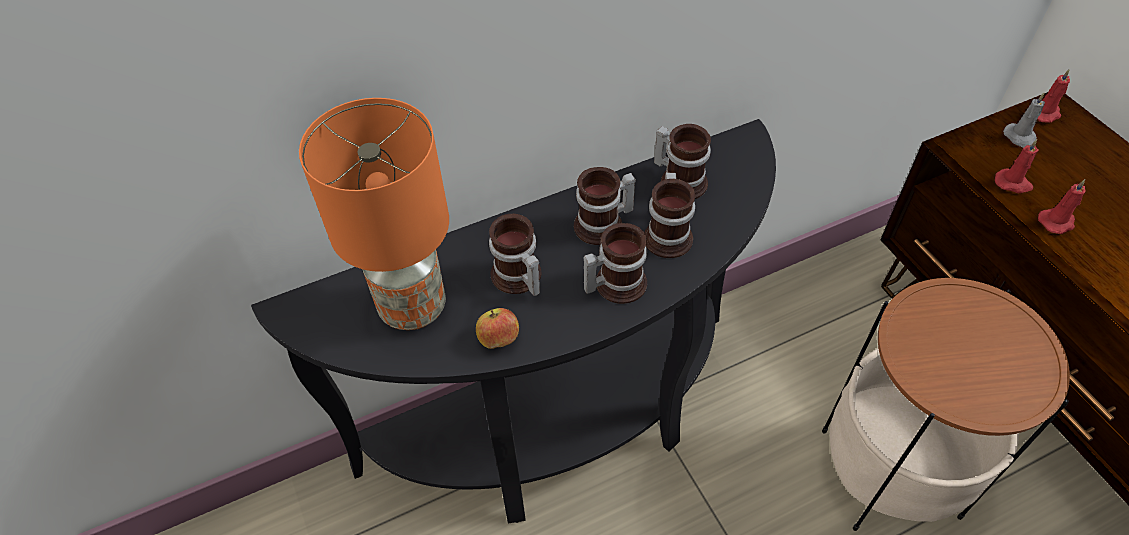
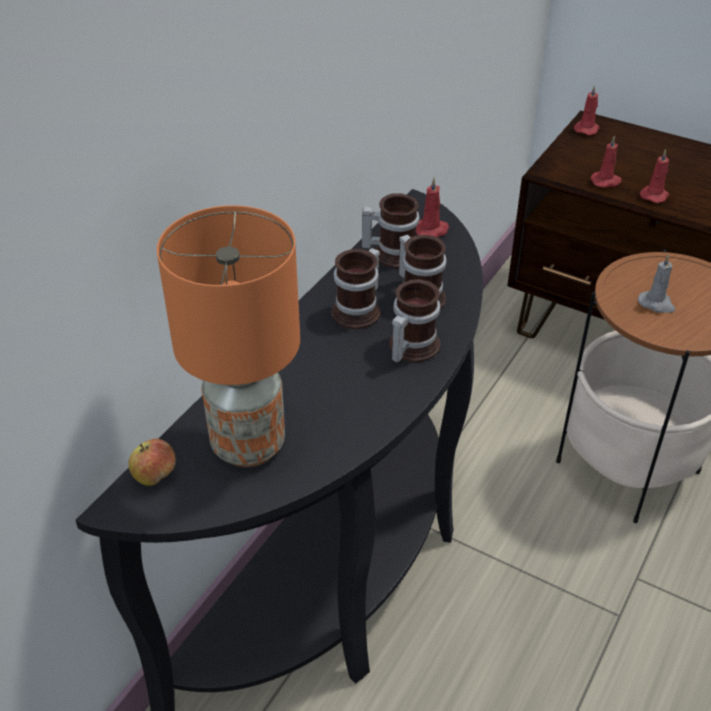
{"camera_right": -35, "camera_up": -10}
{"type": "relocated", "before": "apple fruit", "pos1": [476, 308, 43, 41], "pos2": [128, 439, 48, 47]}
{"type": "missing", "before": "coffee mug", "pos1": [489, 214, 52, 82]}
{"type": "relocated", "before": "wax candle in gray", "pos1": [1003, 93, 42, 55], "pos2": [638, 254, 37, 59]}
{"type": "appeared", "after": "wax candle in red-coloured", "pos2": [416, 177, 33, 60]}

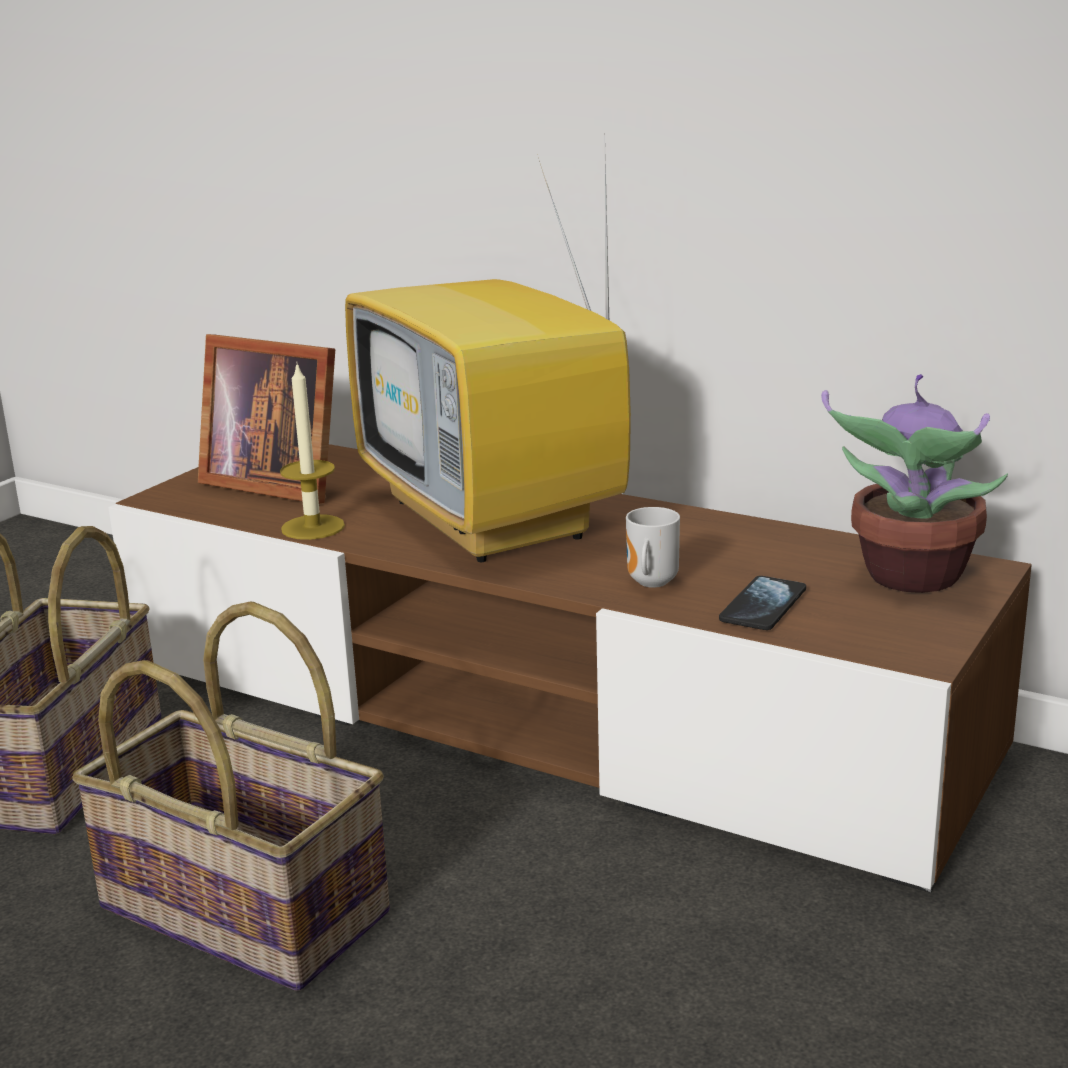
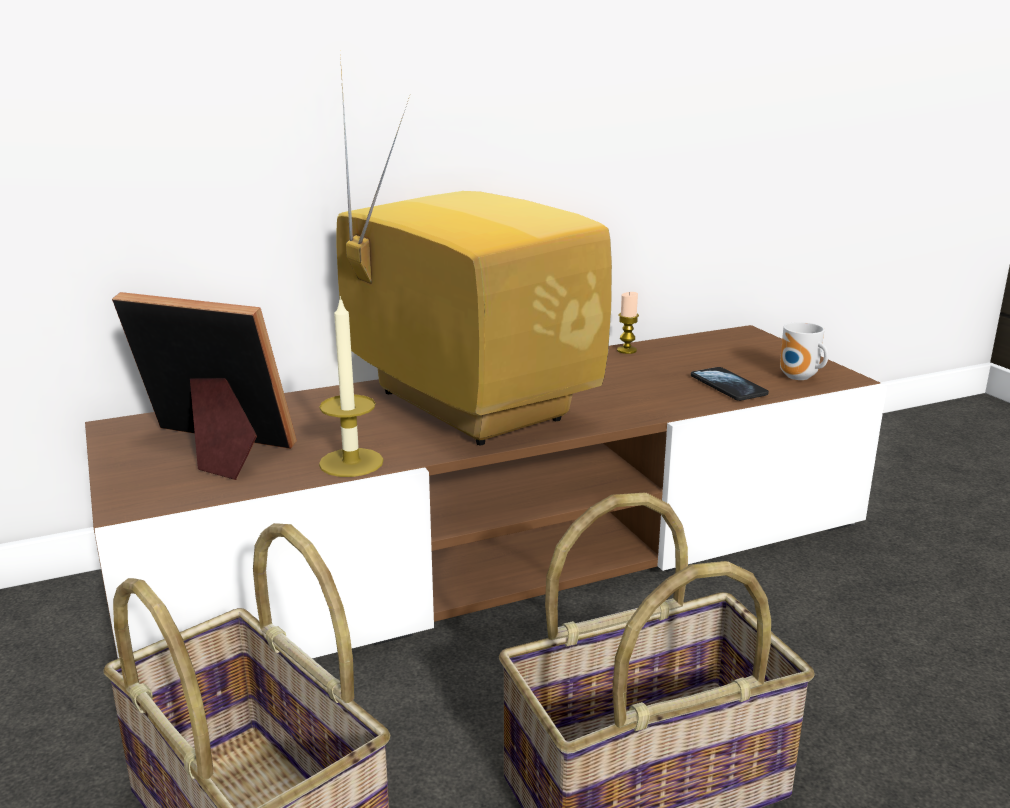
{"camera_right": -55, "camera_up": 0}
{"type": "spun", "before": "picture frame", "pos1": [198, 334, 137, 170], "pos2": [112, 292, 185, 188], "turn": -135}
{"type": "spun", "before": "TV set", "pos1": [345, 159, 286, 404], "pos2": [336, 56, 276, 389], "turn": -135}
{"type": "relocated", "before": "coffee mug", "pos1": [626, 507, 54, 81], "pos2": [780, 322, 48, 58]}
{"type": "missing", "before": "potted plant", "pos1": [821, 374, 187, 219]}
{"type": "appeared", "after": "wax candle", "pos2": [617, 292, 22, 62]}

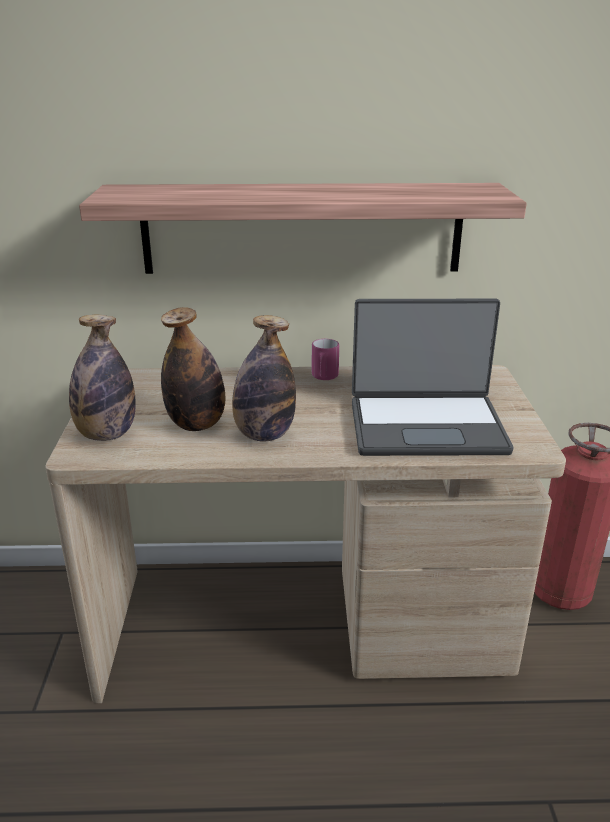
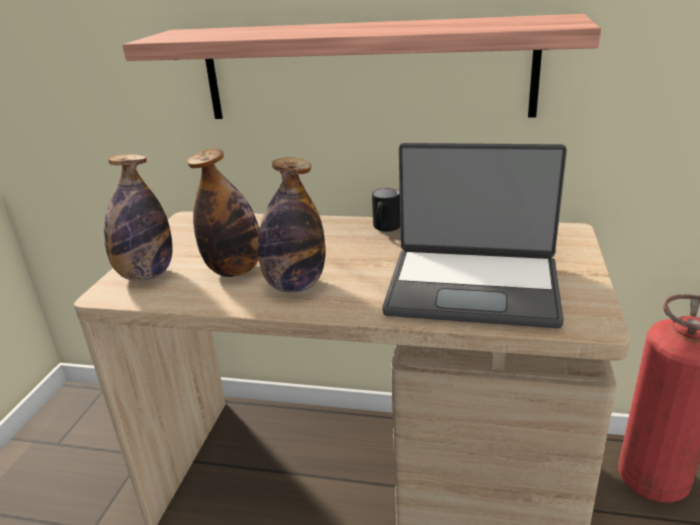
{"camera_right": 15, "camera_up": 0}
{"type": "colour", "before": "coffee mug in pink", "after": "coffee mug in black-coloured", "pos1": [312, 339, 27, 41], "pos2": [372, 188, 28, 44]}

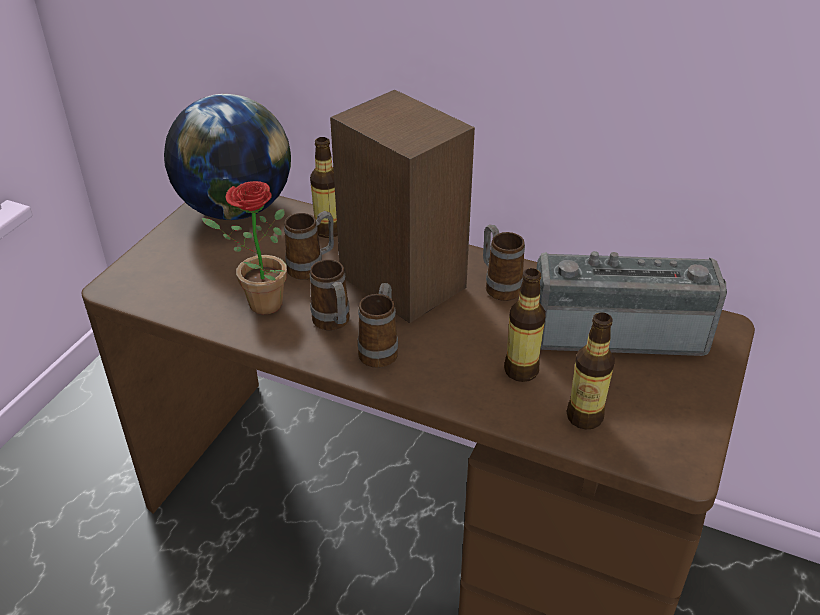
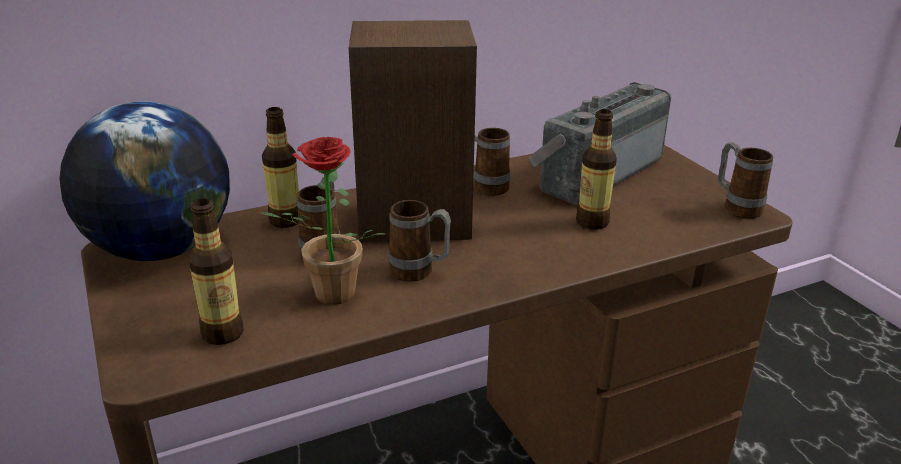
{"camera_right": -50, "camera_up": -10}
{"type": "relocated", "before": "coffee mug", "pos1": [357, 283, 41, 85], "pos2": [718, 142, 55, 77]}
{"type": "relocated", "before": "drink bottle", "pos1": [567, 312, 48, 117], "pos2": [188, 199, 55, 146]}

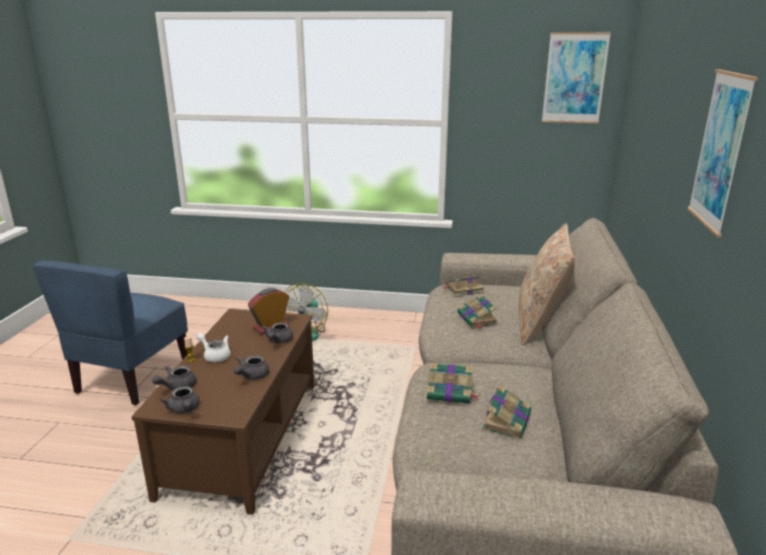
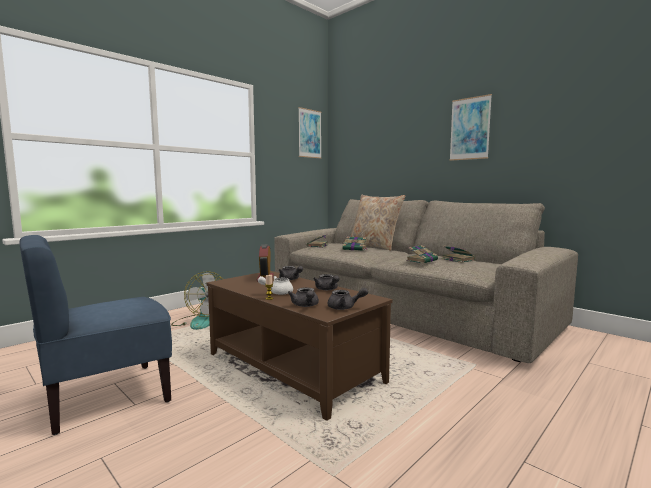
{"camera_right": -55, "camera_up": -15}
{"type": "spun", "before": "plain chair in bluish", "pos1": [32, 260, 156, 145], "pos2": [19, 235, 153, 200], "turn": 90}

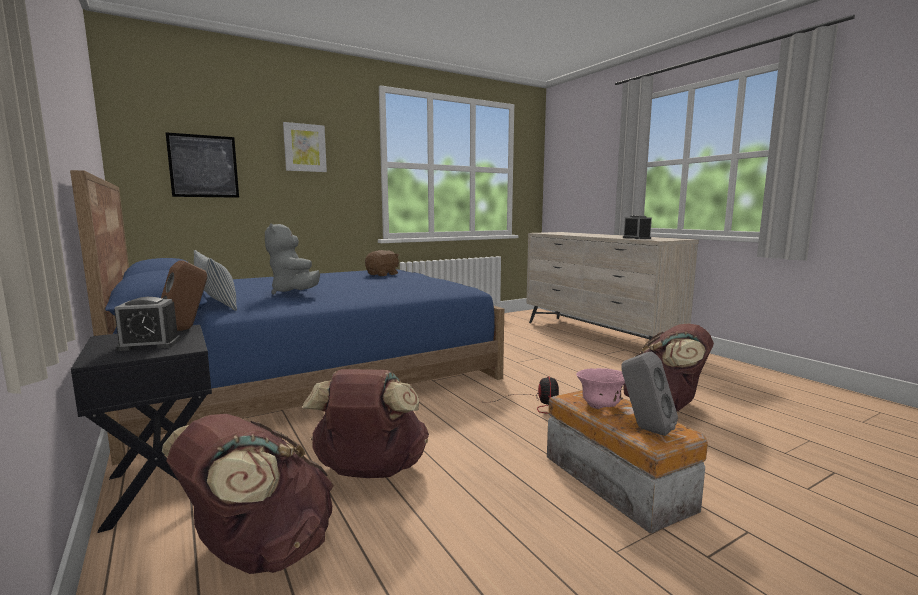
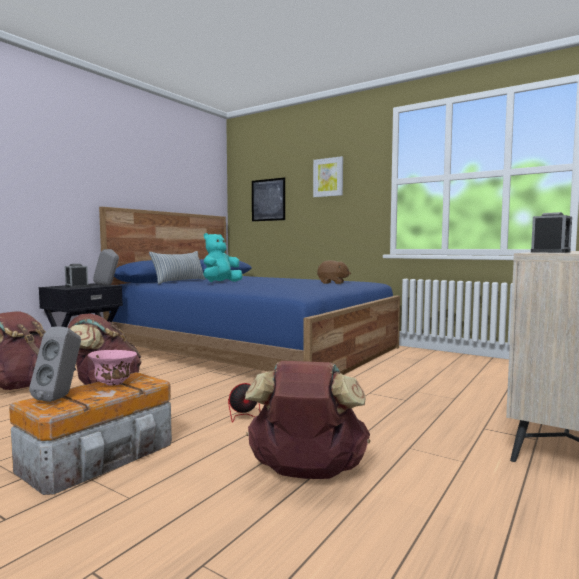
{"camera_right": 65, "camera_up": -5}
{"type": "colour", "before": "audio speaker in brownish", "after": "audio speaker in gray", "pos1": [161, 260, 46, 71], "pos2": [93, 249, 26, 37]}
{"type": "colour", "before": "soft toy in gray", "after": "soft toy in blue-green", "pos1": [265, 223, 55, 72], "pos2": [203, 233, 40, 49]}

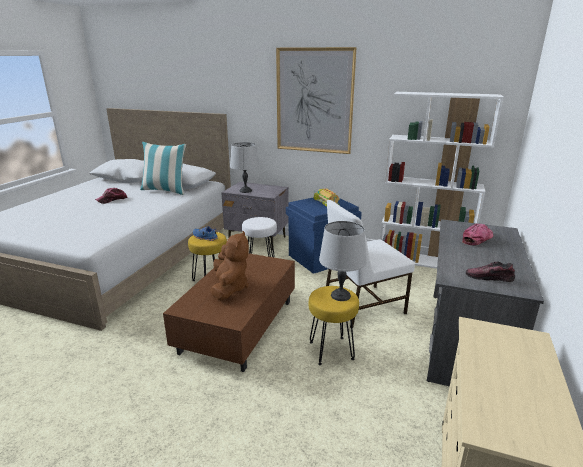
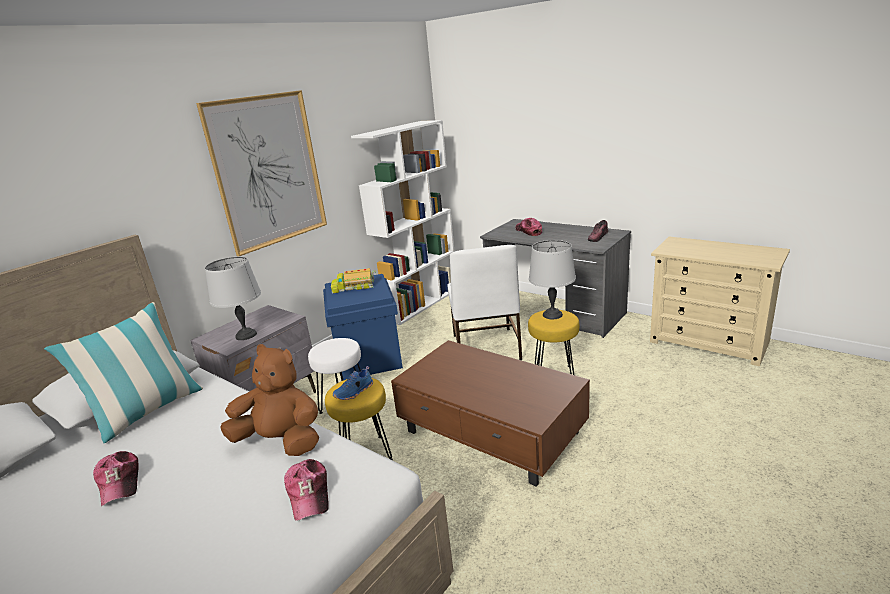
{"camera_right": -70, "camera_up": 0}
{"type": "relocated", "before": "soft toy in brownish", "pos1": [210, 231, 39, 69], "pos2": [220, 344, 99, 112]}
{"type": "appeared", "after": "cap", "pos2": [284, 459, 45, 62]}

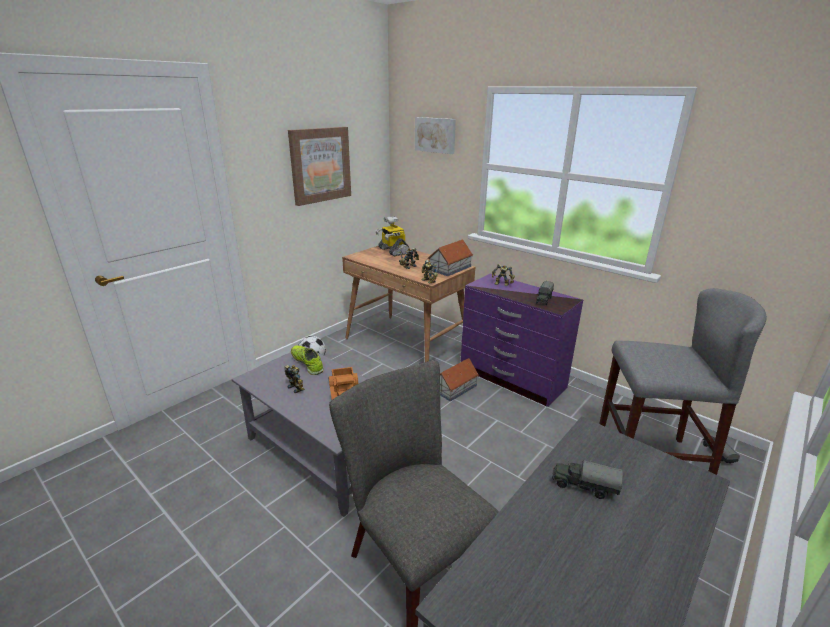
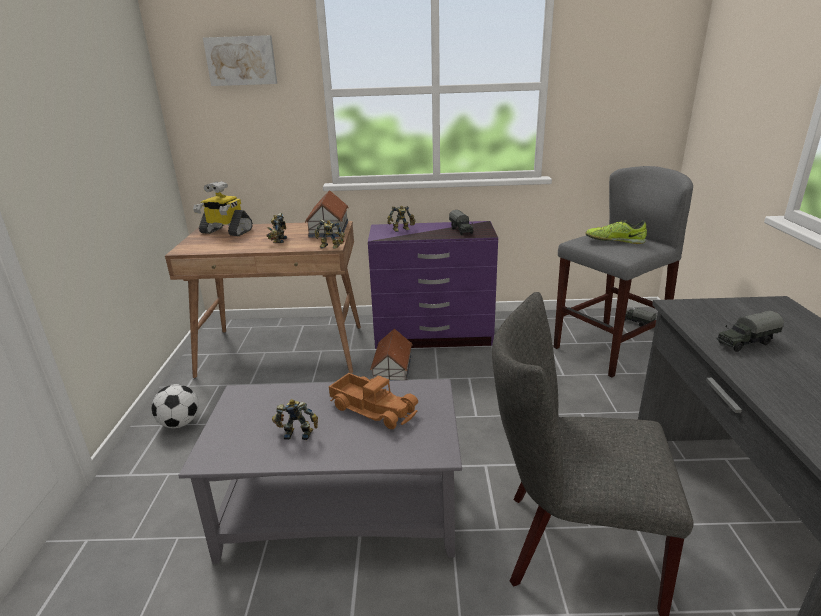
{"camera_right": -40, "camera_up": 0}
{"type": "missing", "before": "wall picture", "pos1": [288, 127, 63, 79]}
{"type": "relocated", "before": "shoe", "pos1": [291, 346, 33, 29], "pos2": [585, 220, 62, 24]}

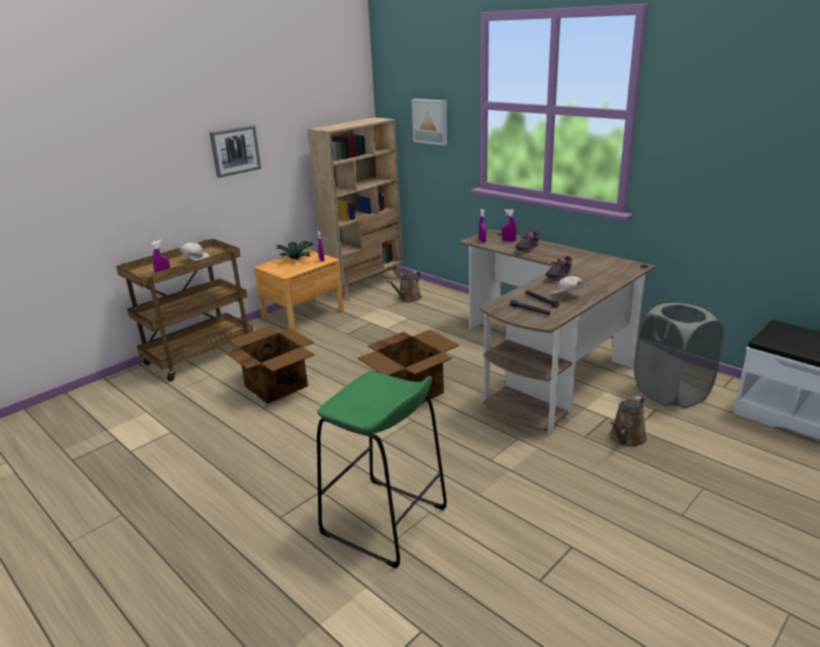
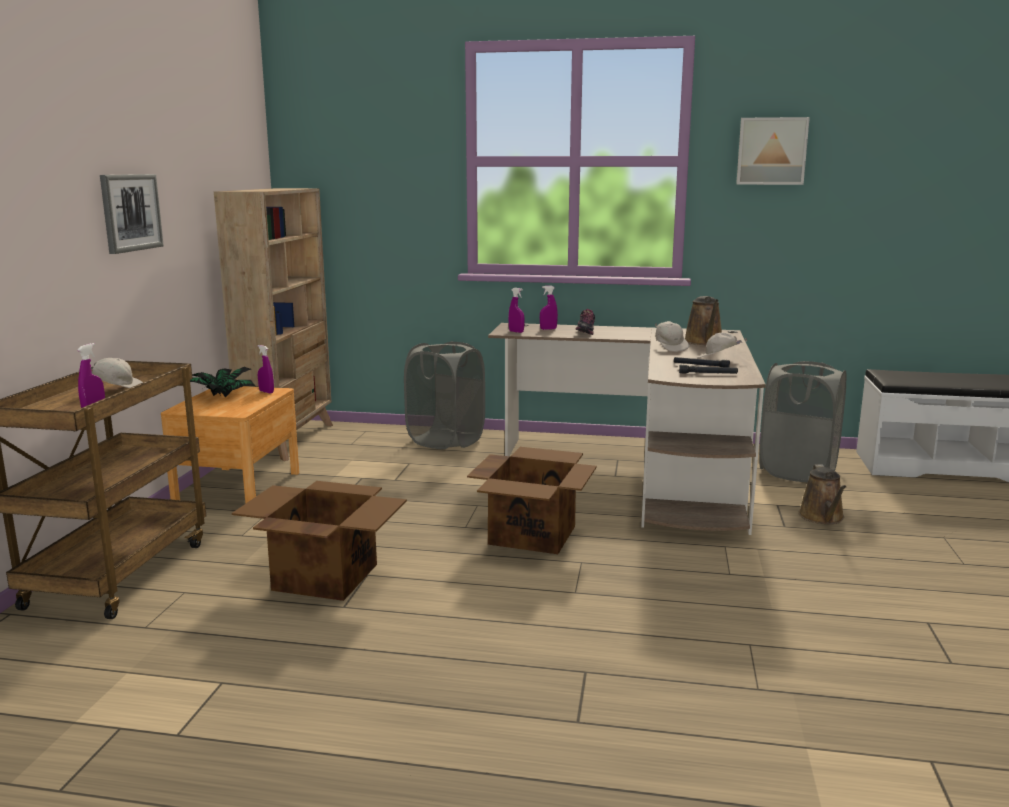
{"camera_right": -35, "camera_up": -10}
{"type": "missing", "before": "stool in green-coloured", "pos1": [317, 371, 130, 198]}
{"type": "relocated", "before": "watering can in brownish", "pos1": [387, 271, 35, 31], "pos2": [684, 296, 38, 49]}
{"type": "relocated", "before": "wall picture", "pos1": [412, 99, 35, 46], "pos2": [736, 117, 74, 68]}
{"type": "exchanged", "before": "shoe", "after": "cap in white-coloured", "pos1": [545, 256, 27, 25], "pos2": [655, 321, 34, 31]}
{"type": "appeared", "after": "hamper in gray", "pos2": [404, 341, 81, 108]}

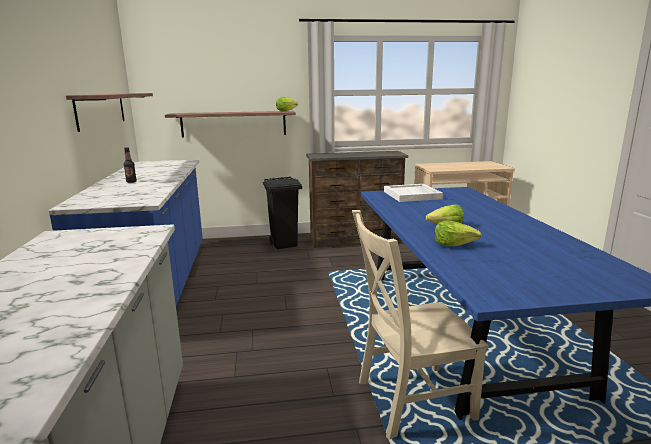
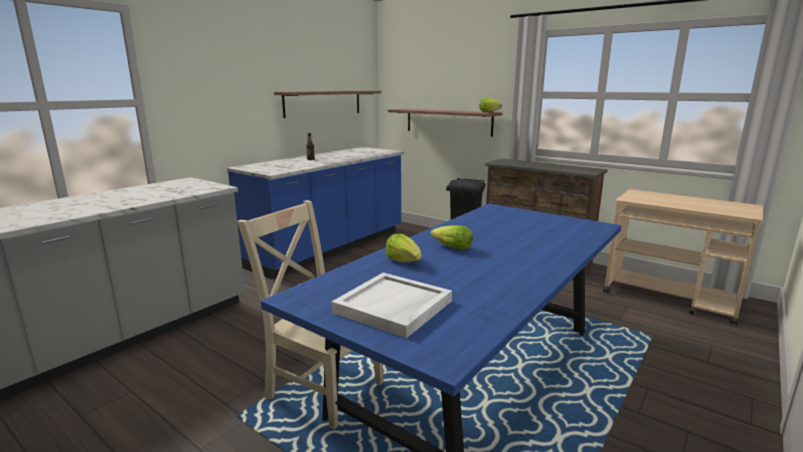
{"camera_right": 45, "camera_up": 0}
{"type": "relocated", "before": "carrying tray in white-coloured", "pos1": [384, 184, 59, 18], "pos2": [331, 273, 121, 65]}

